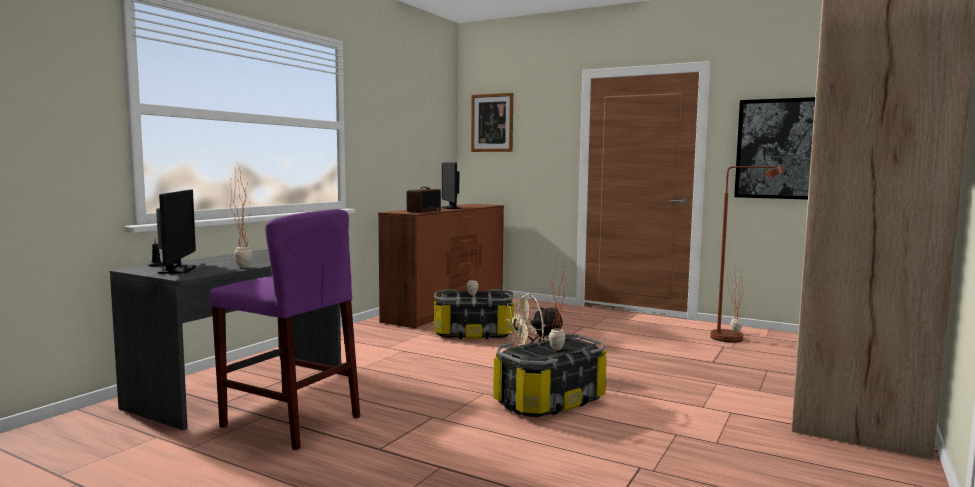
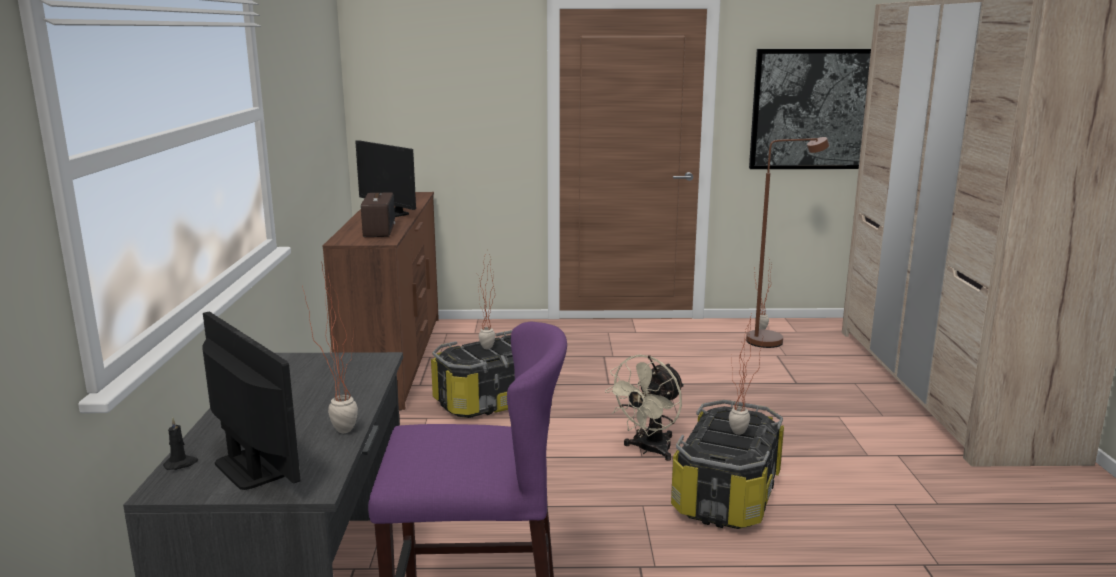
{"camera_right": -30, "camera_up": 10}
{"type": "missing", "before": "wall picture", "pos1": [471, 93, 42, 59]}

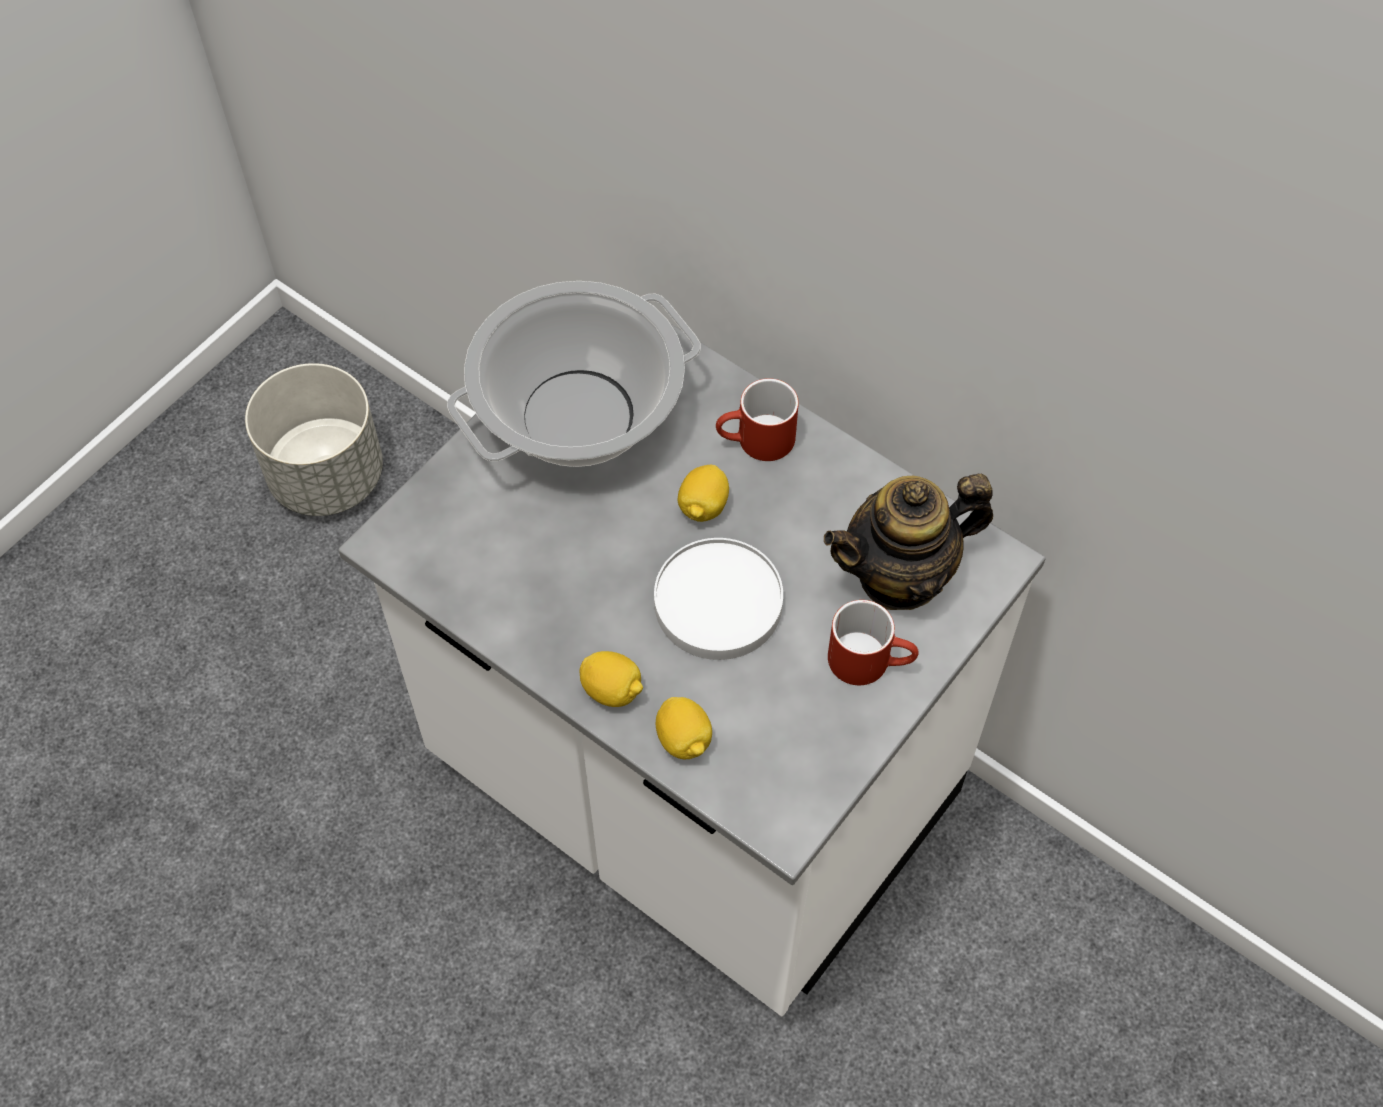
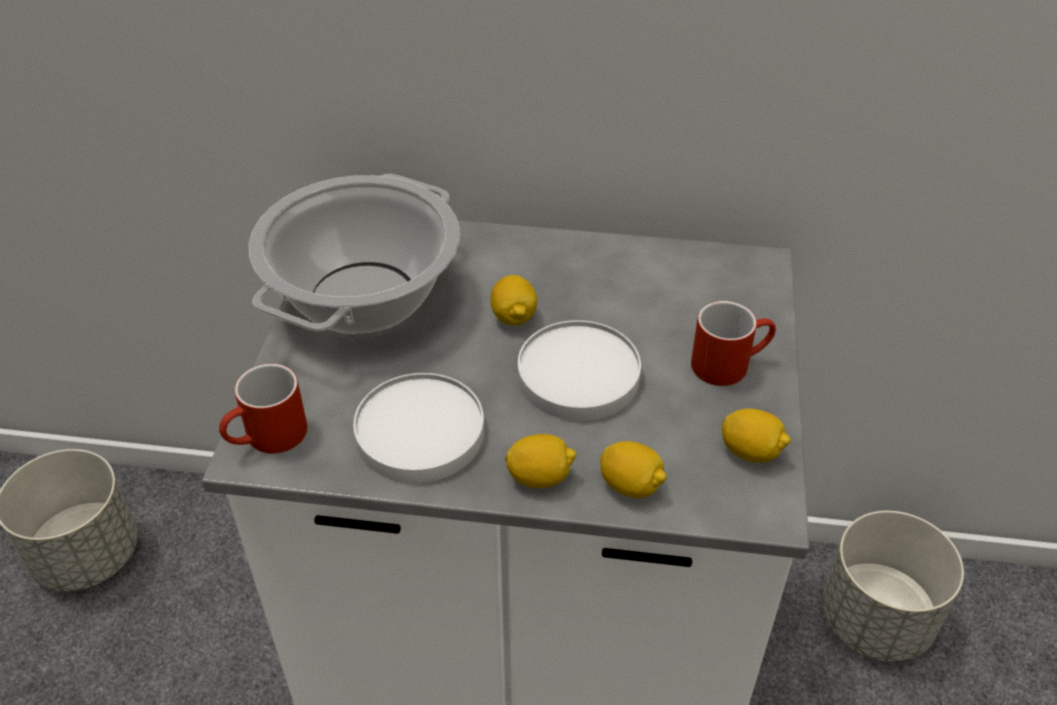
{"camera_right": -30, "camera_up": -15}
{"type": "relocated", "before": "coffee mug in red-coloured", "pos1": [716, 378, 83, 83], "pos2": [219, 364, 88, 90]}
{"type": "missing", "before": "tea pot", "pos1": [824, 474, 169, 136]}
{"type": "appeared", "after": "flat dish in white-coloured", "pos2": [353, 373, 131, 110]}
{"type": "appeared", "after": "whole lemon", "pos2": [722, 408, 69, 55]}
{"type": "appeared", "after": "planter in gray", "pos2": [822, 511, 142, 151]}

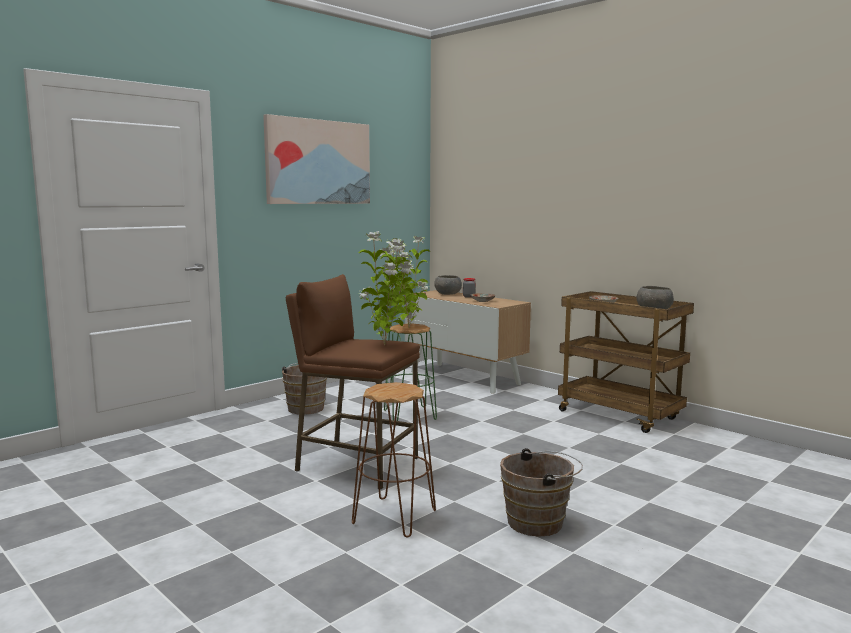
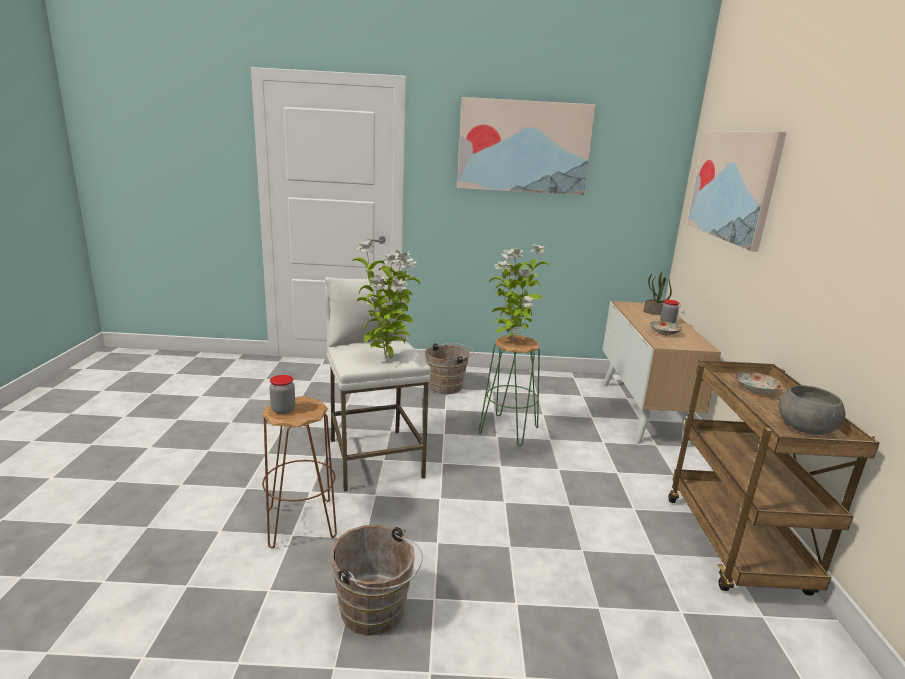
{"camera_right": 45, "camera_up": 10}
{"type": "colour", "before": "stool in brownish", "after": "stool in white-coloured", "pos1": [286, 274, 134, 215], "pos2": [325, 275, 106, 216]}
{"type": "exchanged", "before": "deep dish in gray", "after": "potted plant", "pos1": [434, 275, 28, 20], "pos2": [644, 271, 28, 44]}
{"type": "appeared", "after": "preserve jar", "pos2": [269, 375, 26, 39]}
{"type": "appeared", "after": "wall picture", "pos2": [687, 131, 100, 121]}

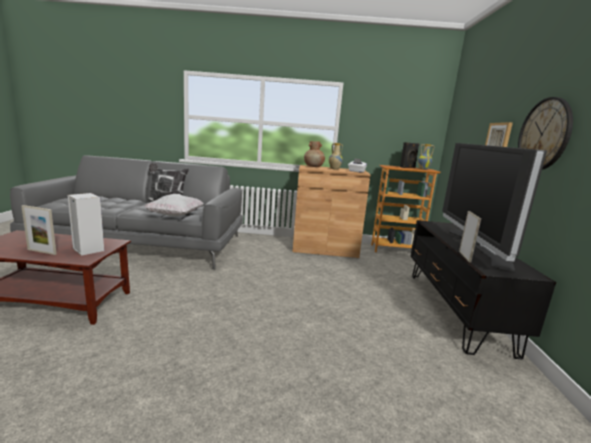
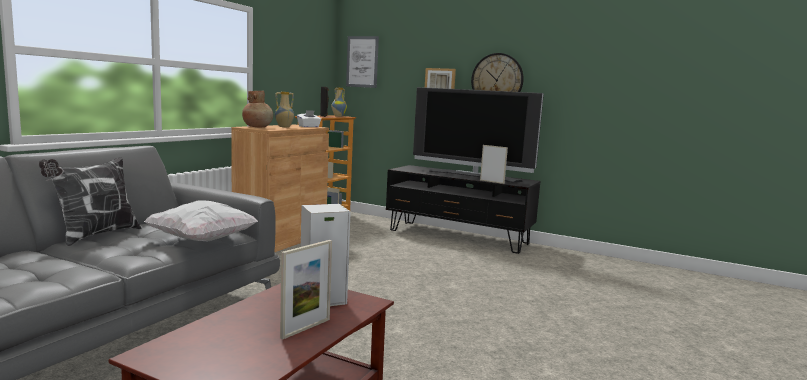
{"camera_right": -65, "camera_up": -5}
{"type": "appeared", "after": "wall picture", "pos2": [346, 36, 33, 52]}

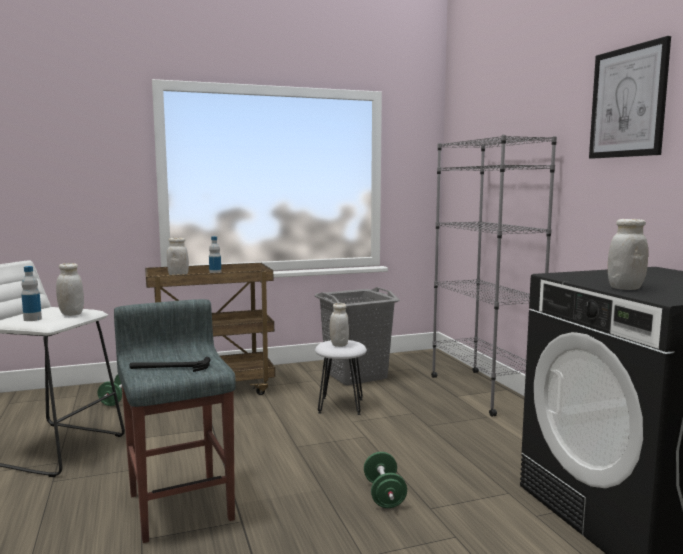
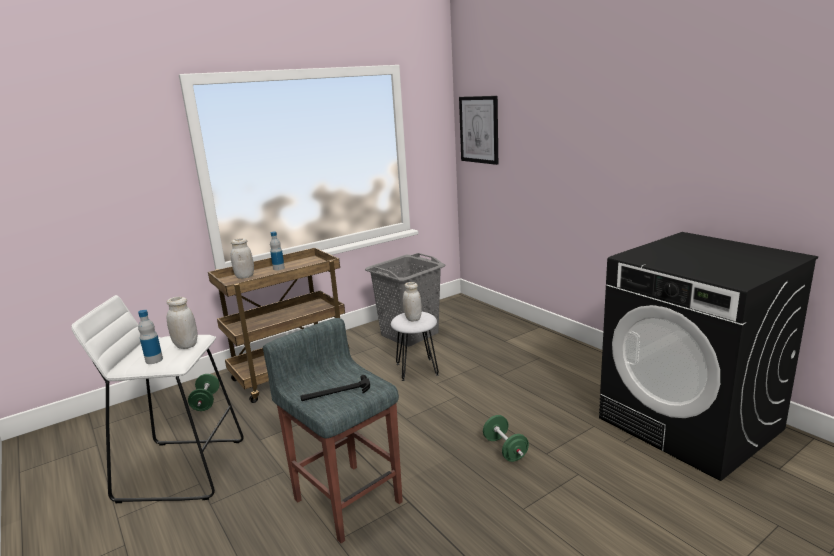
{"camera_right": -15, "camera_up": 10}
{"type": "missing", "before": "bookcase in gray", "pos1": [431, 135, 126, 282]}
{"type": "relocated", "before": "wall picture", "pos1": [589, 36, 82, 123], "pos2": [459, 96, 39, 69]}
{"type": "missing", "before": "preserve jar in white-coloured", "pos1": [608, 219, 40, 71]}

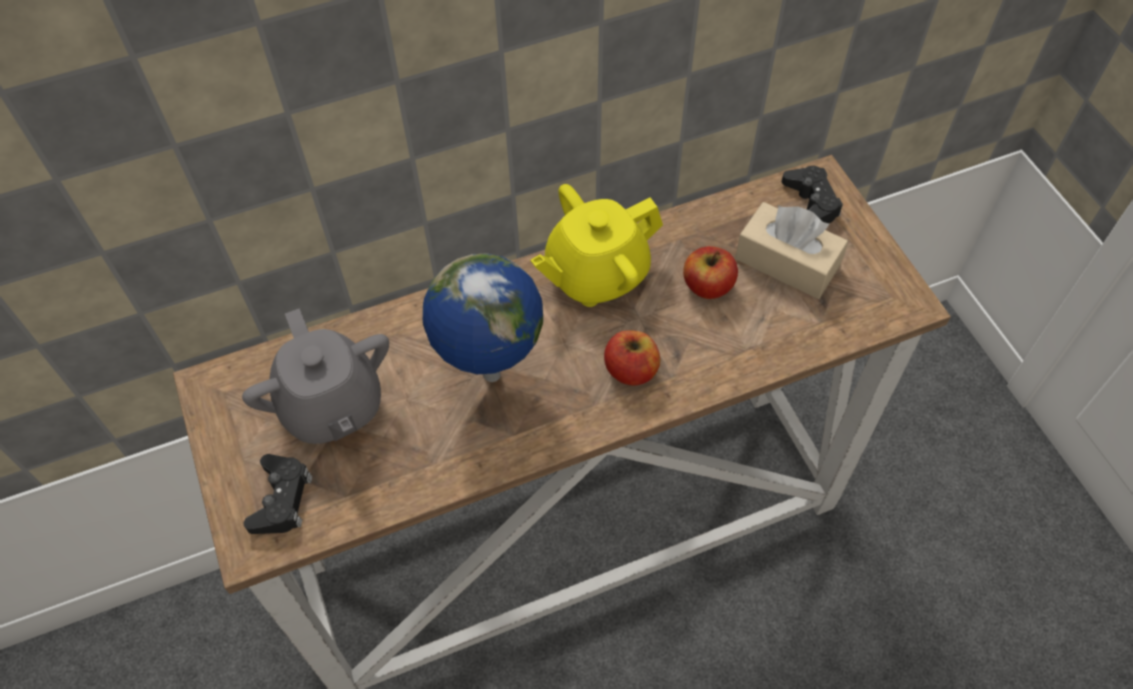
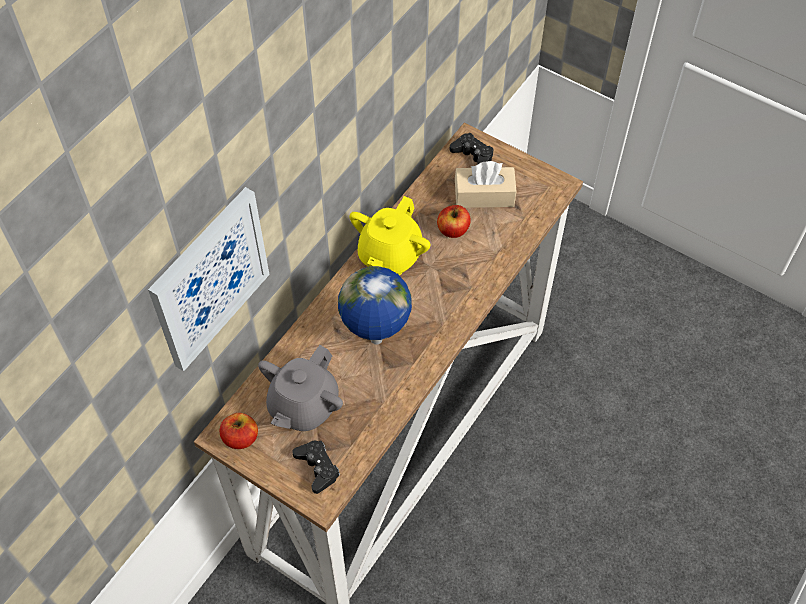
{"camera_right": -35, "camera_up": 0}
{"type": "spun", "before": "tea pot in gray", "pos1": [242, 308, 147, 136], "pos2": [258, 345, 85, 86], "turn": 90}
{"type": "relocated", "before": "apple fruit", "pos1": [604, 330, 56, 56], "pos2": [219, 413, 39, 36]}
{"type": "appeared", "after": "wall picture", "pos2": [148, 187, 121, 184]}

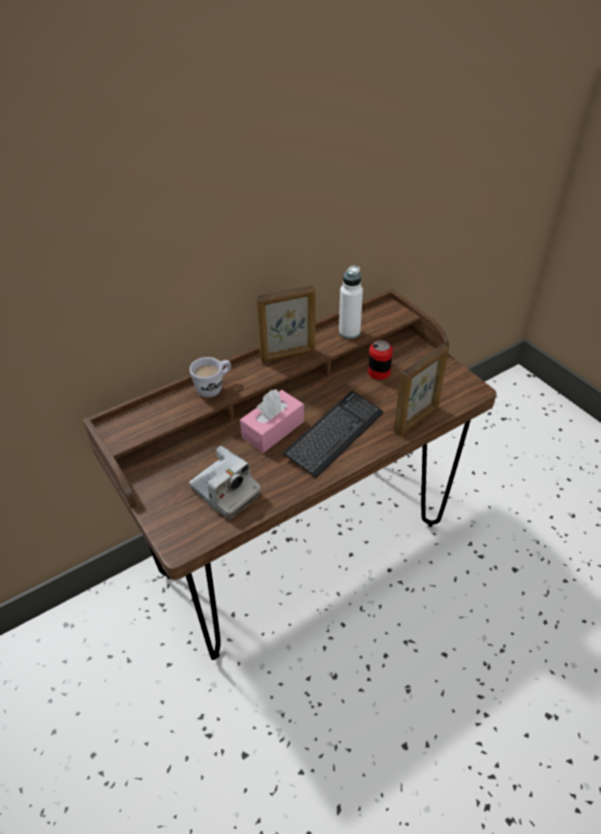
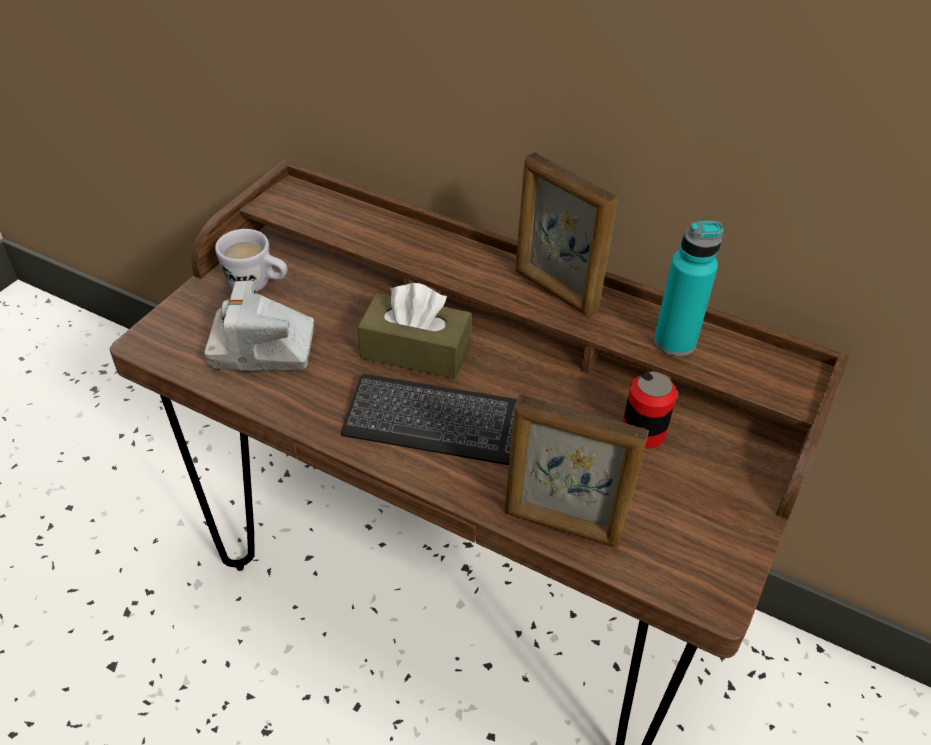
{"camera_right": 60, "camera_up": 0}
{"type": "relocated", "before": "coffee mug in white-coloured", "pos1": [189, 357, 42, 40], "pos2": [215, 229, 73, 63]}
{"type": "spun", "before": "still camera", "pos1": [189, 446, 72, 73], "pos2": [204, 280, 110, 91], "turn": 75}
{"type": "colour", "before": "tissue box in pink", "after": "tissue box in brownish", "pos1": [240, 389, 64, 64], "pos2": [358, 283, 113, 96]}
{"type": "colour", "before": "drink bottle in white-coloured", "after": "drink bottle in blue-green", "pos1": [339, 266, 24, 73], "pos2": [654, 221, 69, 135]}

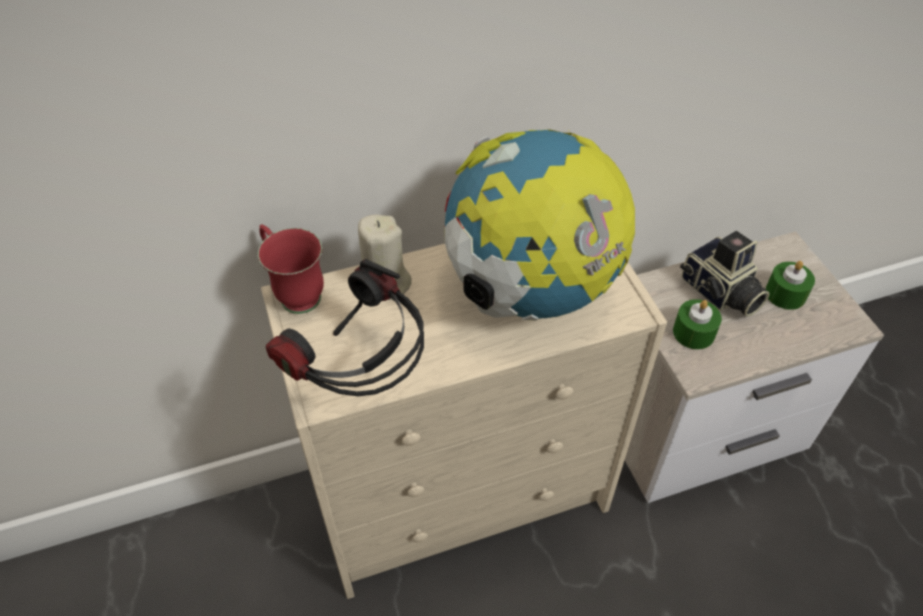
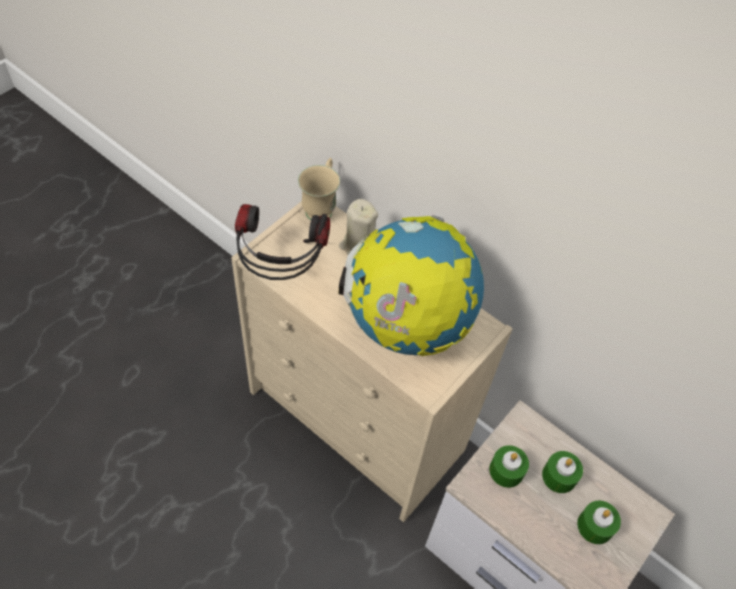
{"camera_right": 55, "camera_up": 5}
{"type": "colour", "before": "coffee mug in red-coloured", "after": "coffee mug in sand-coloured", "pos1": [258, 224, 66, 90], "pos2": [298, 158, 42, 62]}
{"type": "exchanged", "before": "still camera", "after": "wax candle in green-coloured", "pos1": [680, 231, 90, 86], "pos2": [542, 451, 41, 42]}

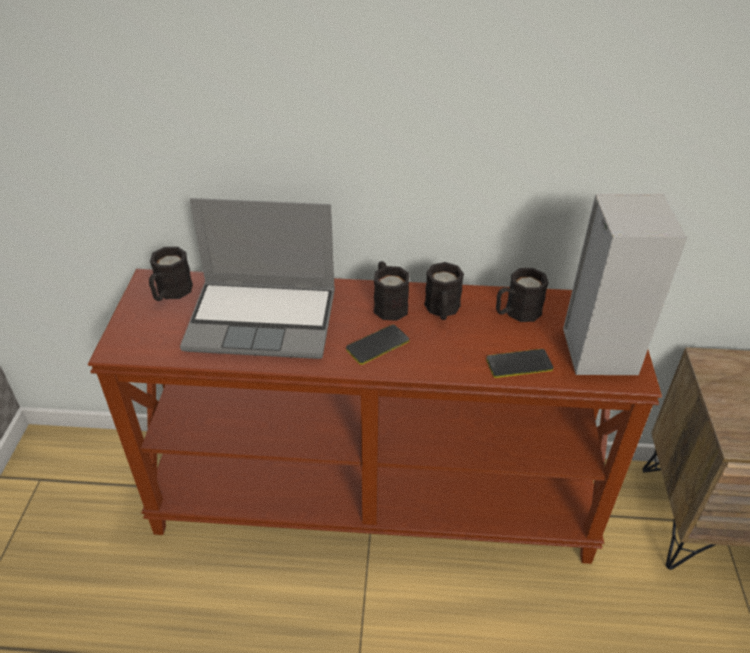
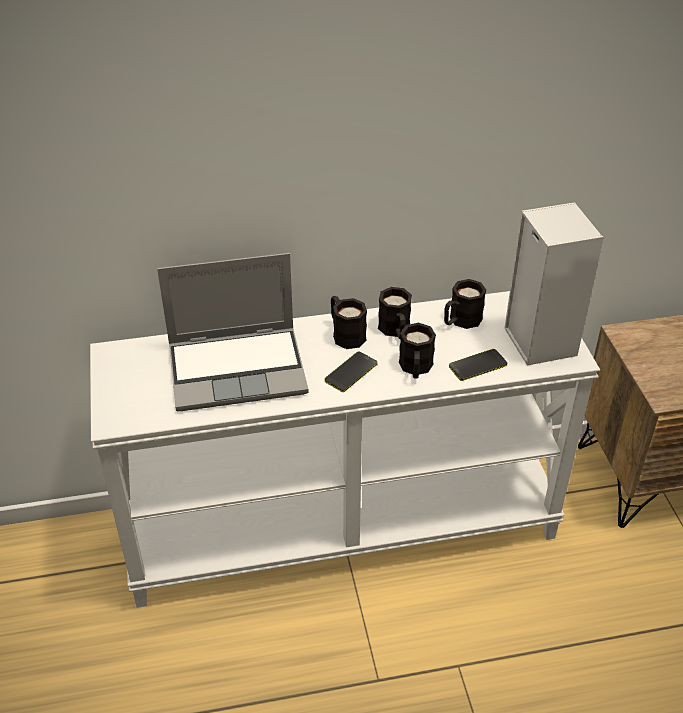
{"camera_right": -15, "camera_up": 0}
{"type": "colour", "before": "hall table in brownish", "after": "hall table in white-coloured", "pos1": [88, 269, 574, 295], "pos2": [90, 291, 510, 317]}
{"type": "relocated", "before": "coffee mug in black-coloured", "pos1": [149, 247, 44, 54], "pos2": [399, 323, 37, 56]}

